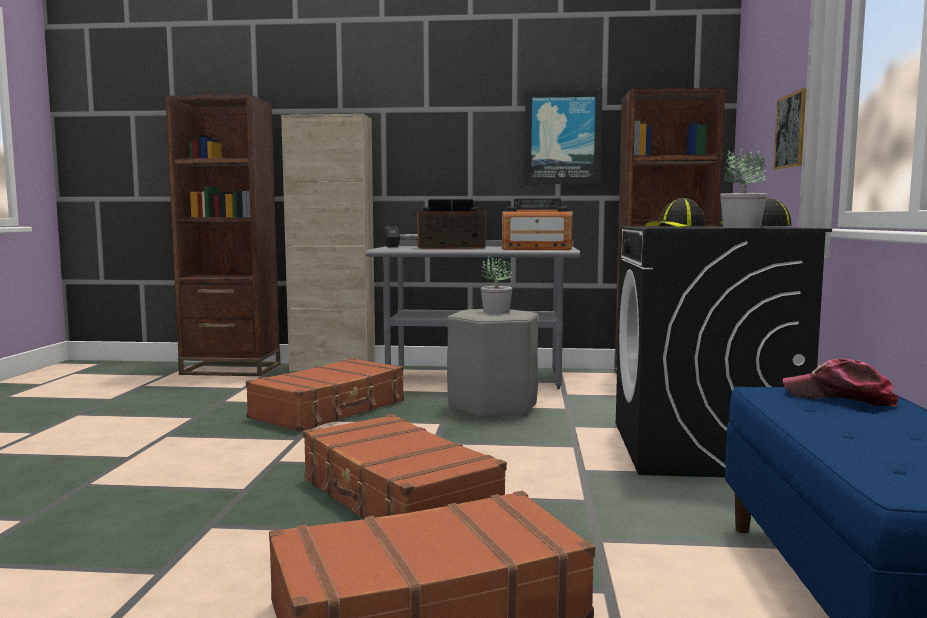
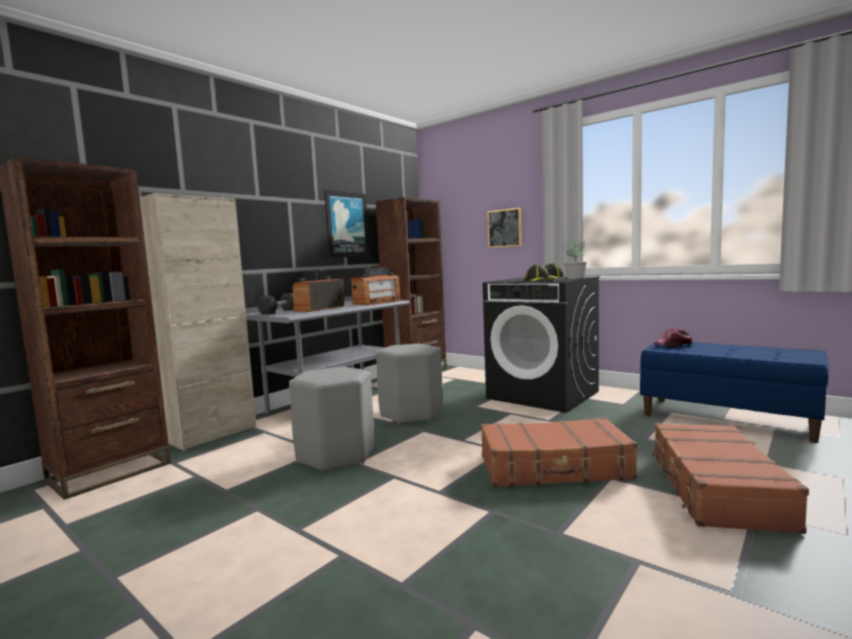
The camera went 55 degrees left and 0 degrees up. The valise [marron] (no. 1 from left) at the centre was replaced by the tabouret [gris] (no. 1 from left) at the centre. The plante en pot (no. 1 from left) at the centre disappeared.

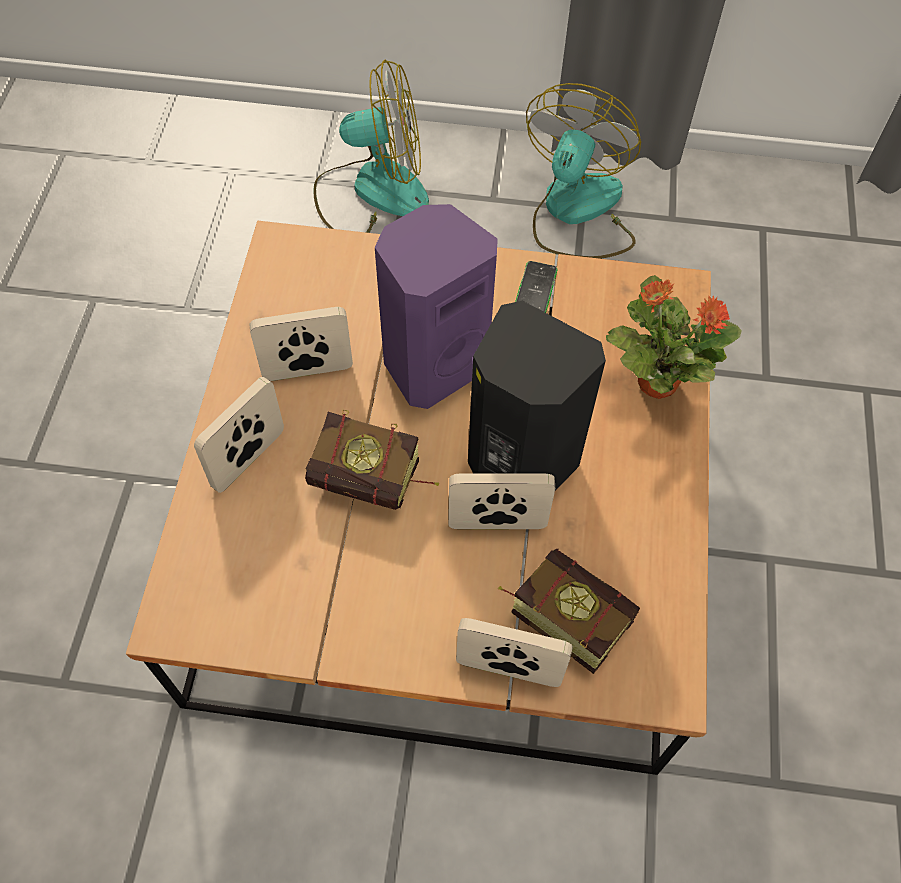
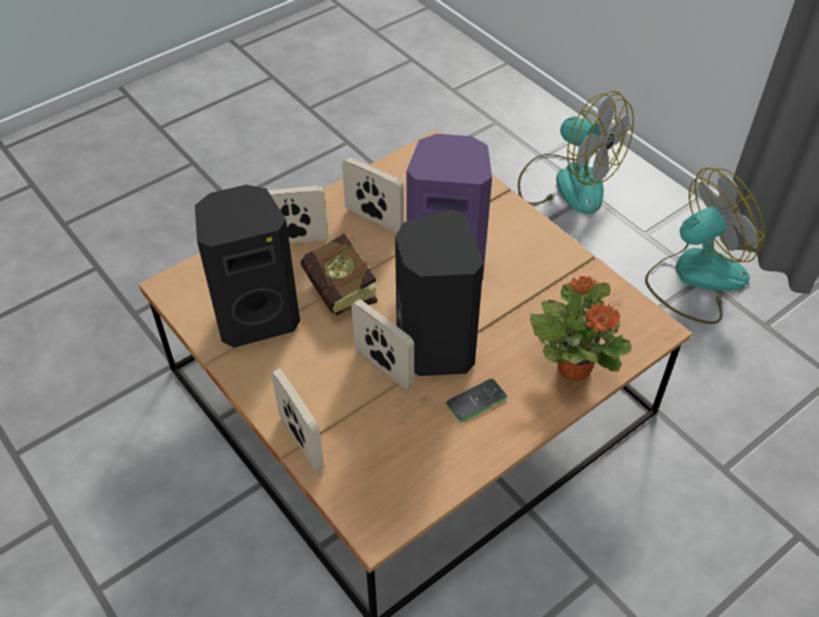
The camera went 45 degrees right and 10 degrees down. The livre (no. 2 from left) at the bottom centre disappeared. The téléphone moved from the top centre to the centre. The enceinte [noir] (no. 1 from left) at the middle left appeared.

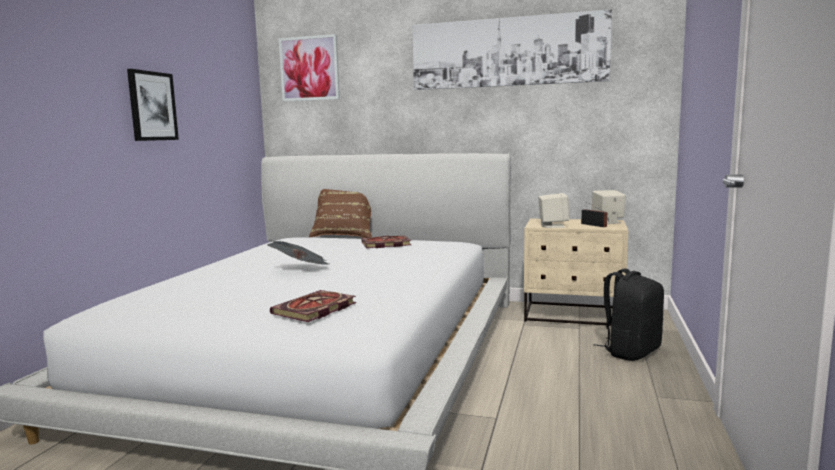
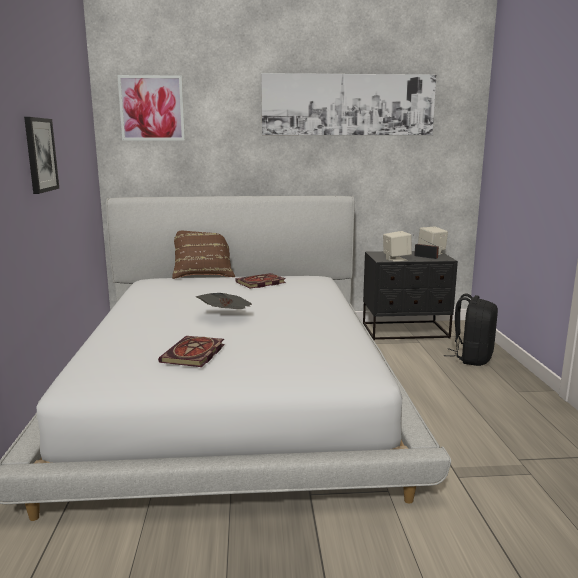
The camera went 20 degrees left and 5 degrees up. The livre (no. 1 from left) moved from the centre to the middle left. The table de chevet [beige] at the middle right became the table de chevet [noir] at the middle right.

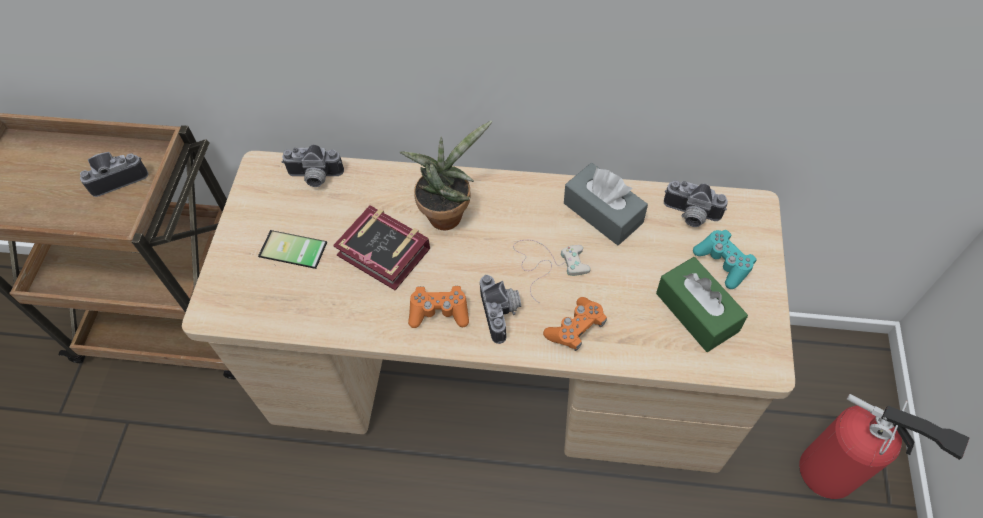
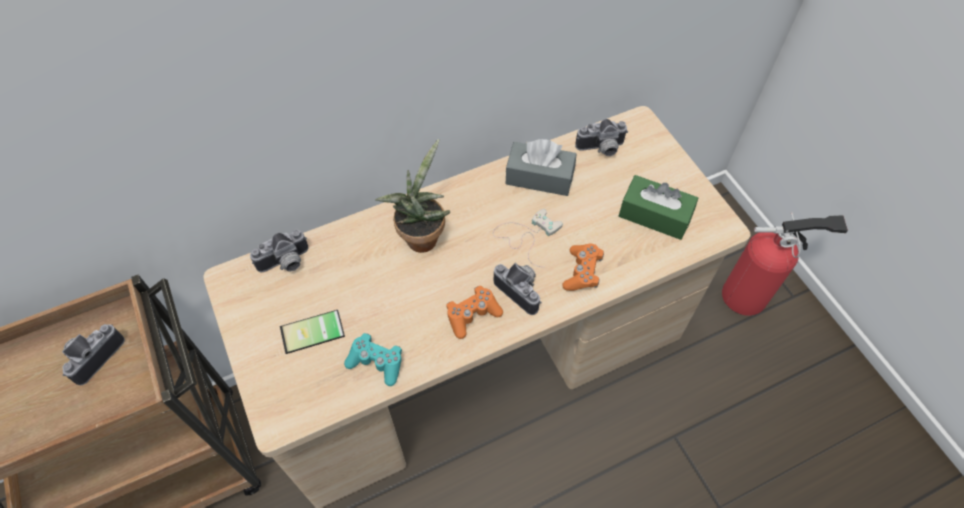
The camera went 35 degrees left and 0 degrees up. The livre at the centre disappeared. The manette [turquoise] moved from the middle right to the bottom centre.

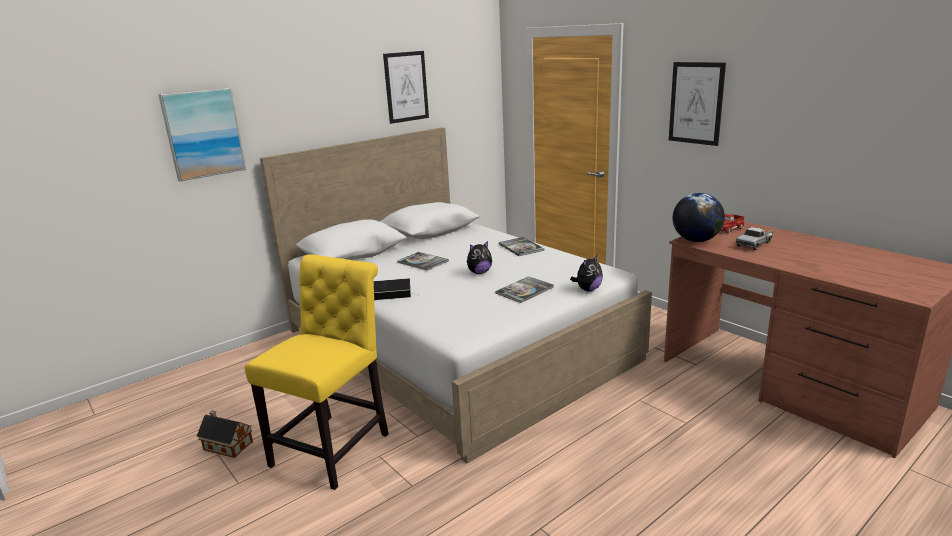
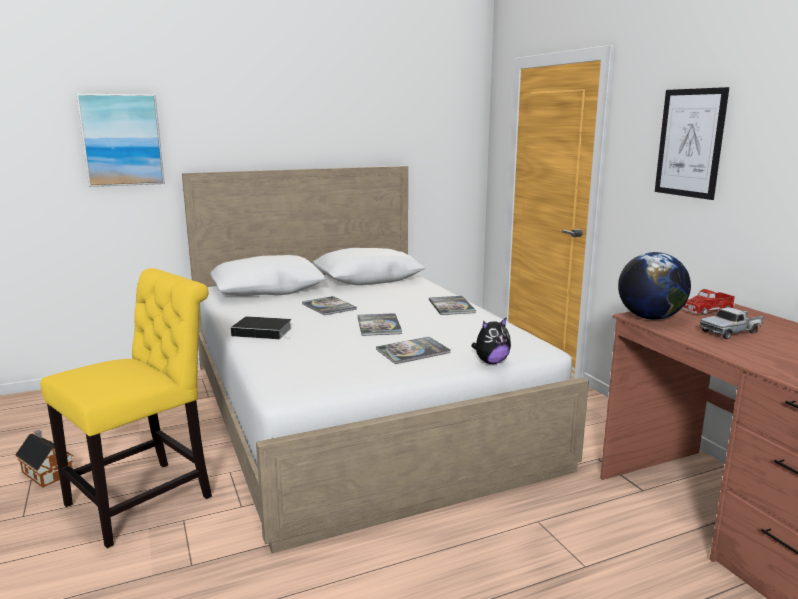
The camera went 15 degrees right and 5 degrees down. The tableau (no. 2 from left) at the top centre disappeared. The peluche (no. 1 from left) at the centre was replaced by the livre (no. 3 from left) at the centre.

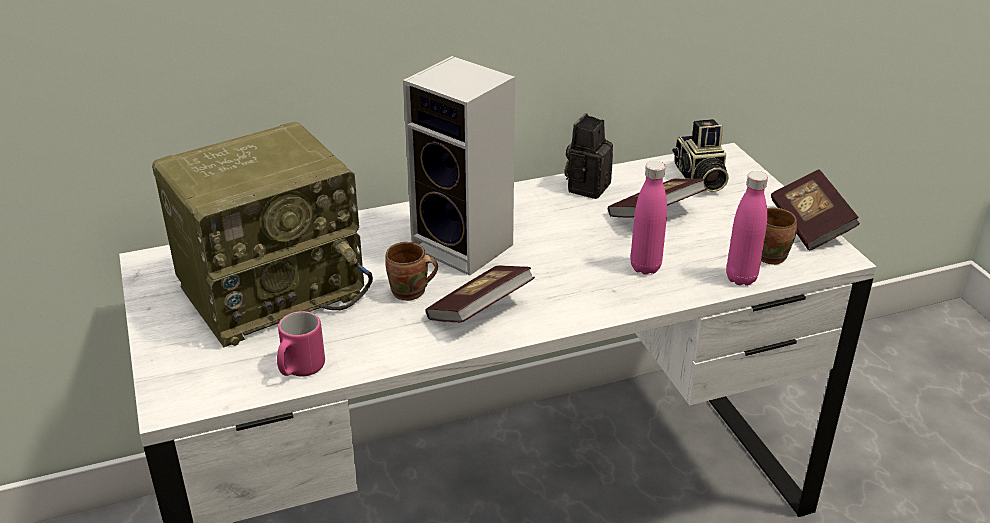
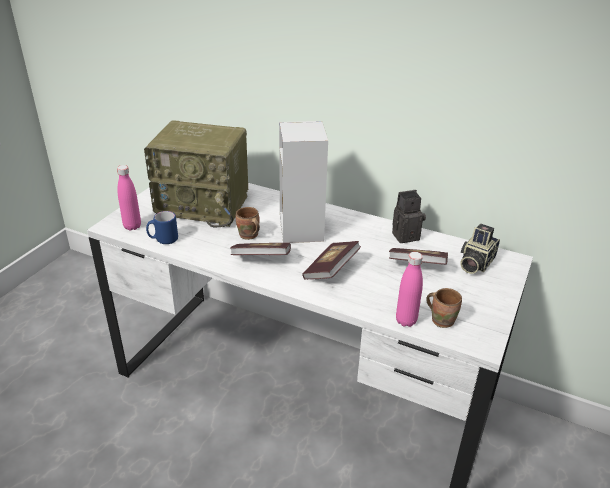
The camera went 45 degrees right and 0 degrees up. The mug [rose] at the middle left became the mug [bleu] at the middle left. The bouteille [rose] (no. 1 from left) moved from the centre to the middle left. The livre (no. 3 from left in the first image) moved from the middle right to the centre.

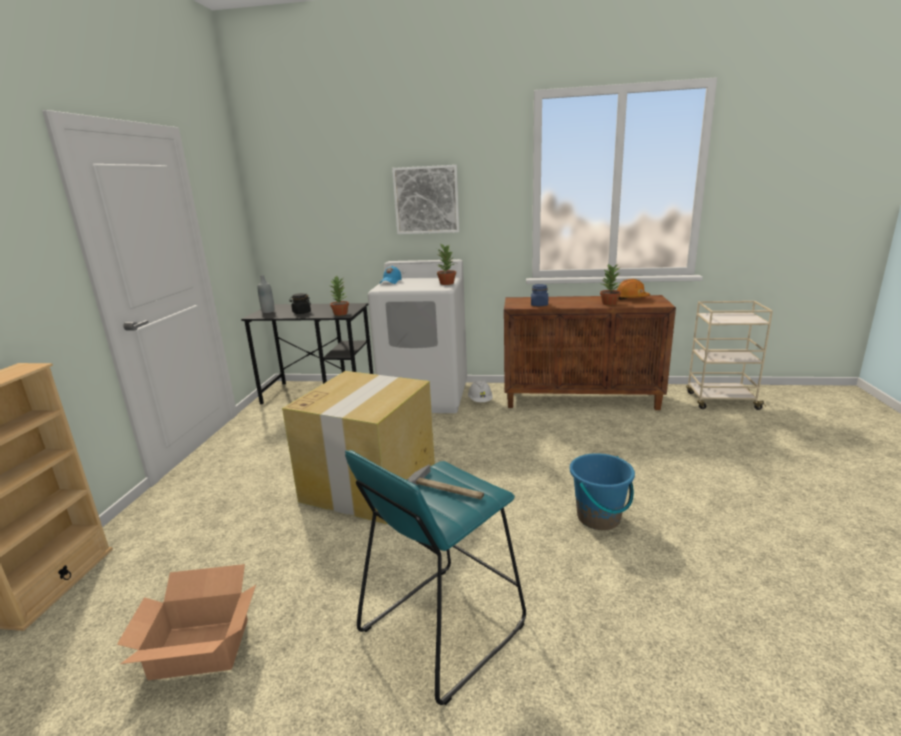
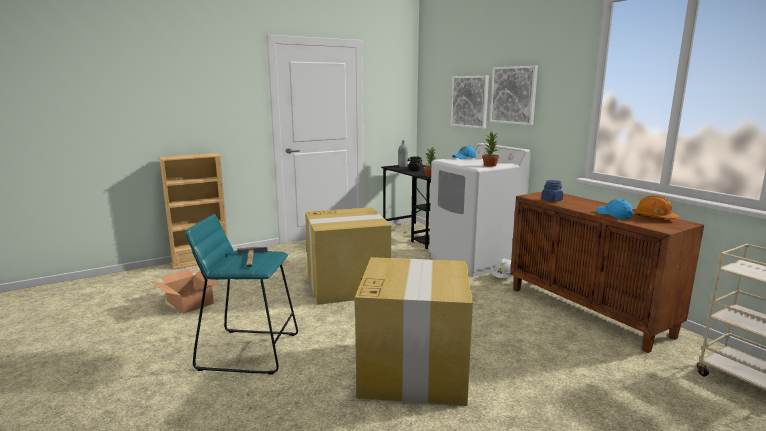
The camera went 50 degrees right and 5 degrees down. The seau [bleu] at the bottom right was replaced by the carton (no. 3 from left) at the bottom centre. The plante en pot (no. 3 from left) at the middle right was replaced by the casquette [bleu] (no. 2 from left) at the middle right. The tableau (no. 1 from left) at the top centre appeared.

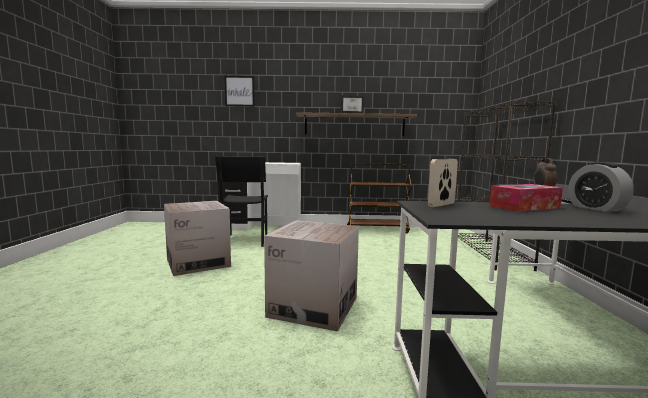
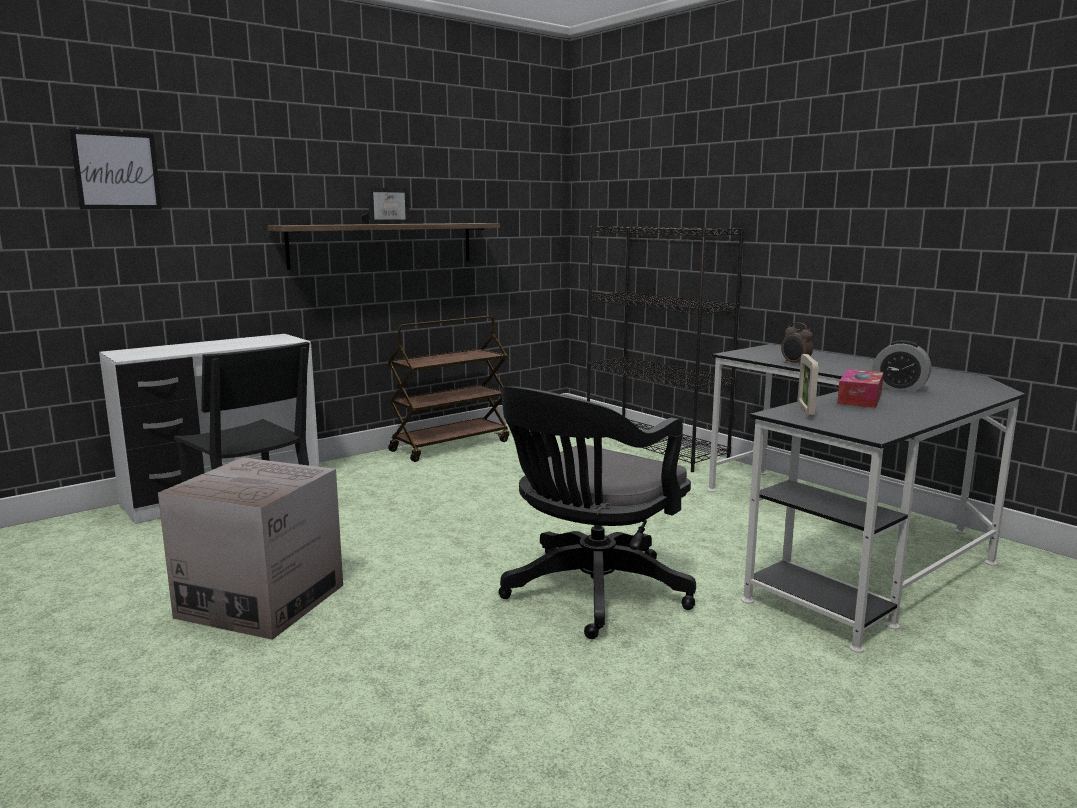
The camera went 40 degrees left and 5 degrees up. The carton (no. 2 from left) at the bottom centre was replaced by the chaise de bureau [noir] at the centre.

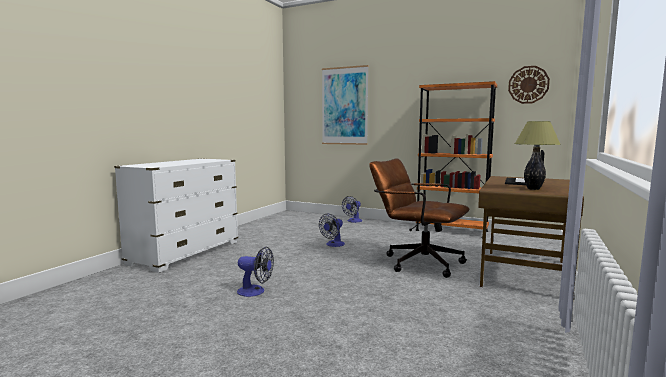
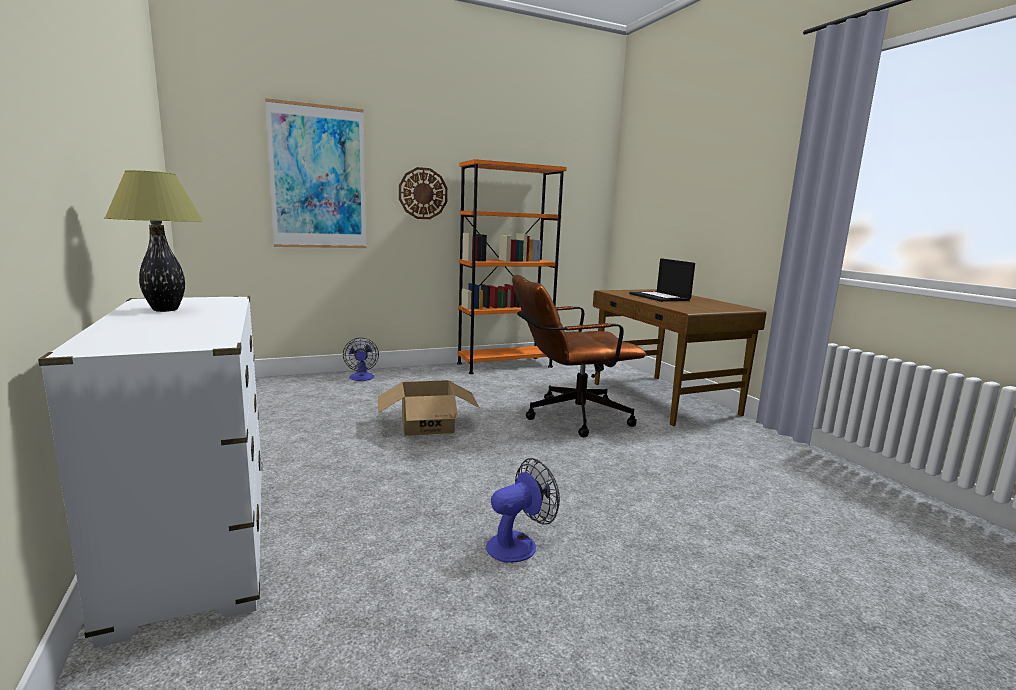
The camera went 50 degrees left and 5 degrees up. The ventilateur (no. 2 from left) at the centre was replaced by the carton at the centre. The horloge murale moved from the top right to the top centre. The lampe de table moved from the middle right to the middle left.

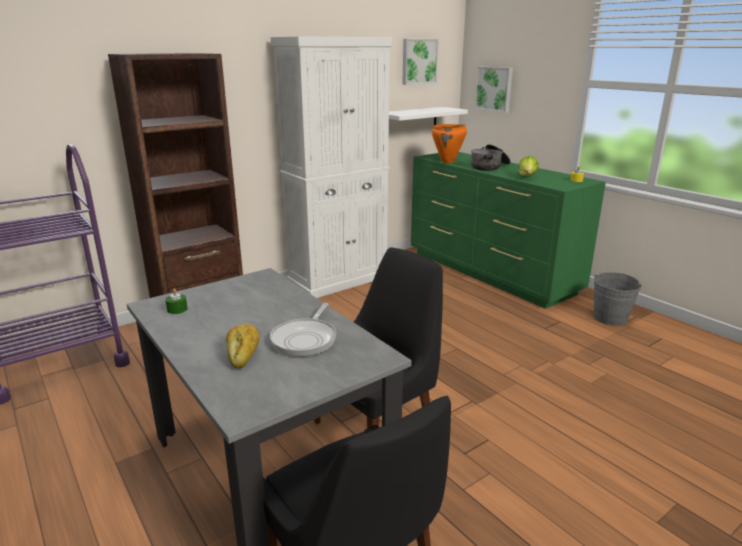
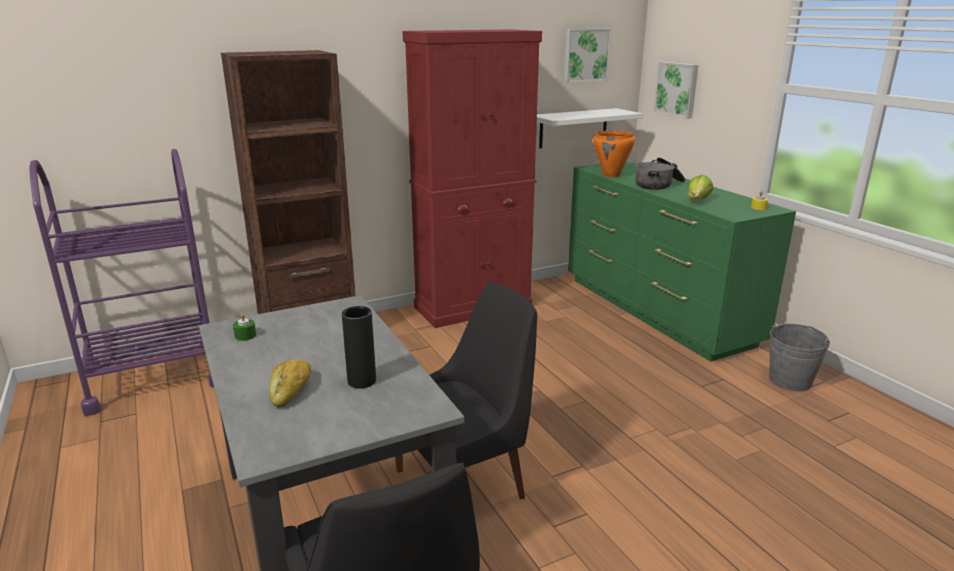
The camera went 10 degrees right and 0 degrees up. The poêle at the centre was replaced by the vase [noir] at the centre. The meuble de rangement [blanc] at the top centre became the meuble de rangement [rouge] at the top centre.

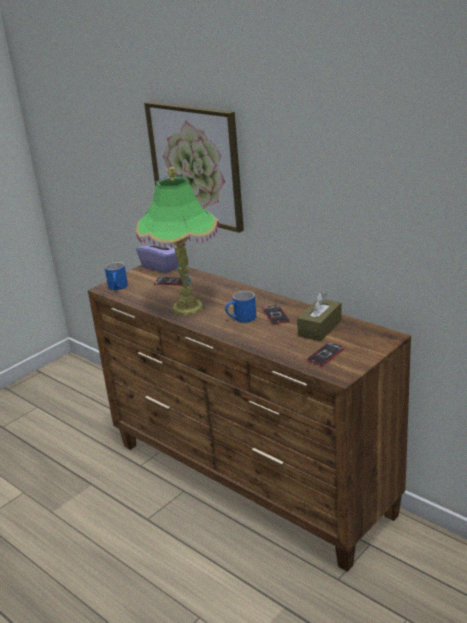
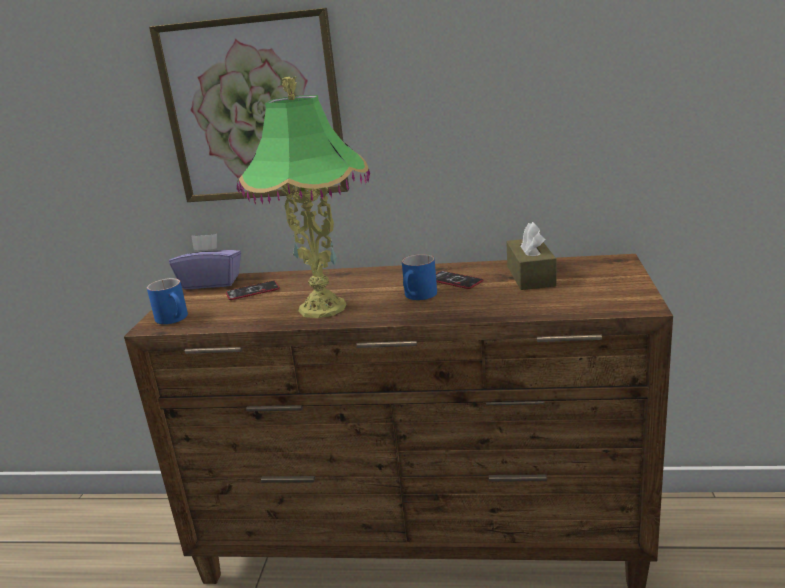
The camera went 35 degrees left and 5 degrees down. The téléphone (no. 3 from left) at the middle right disappeared.

